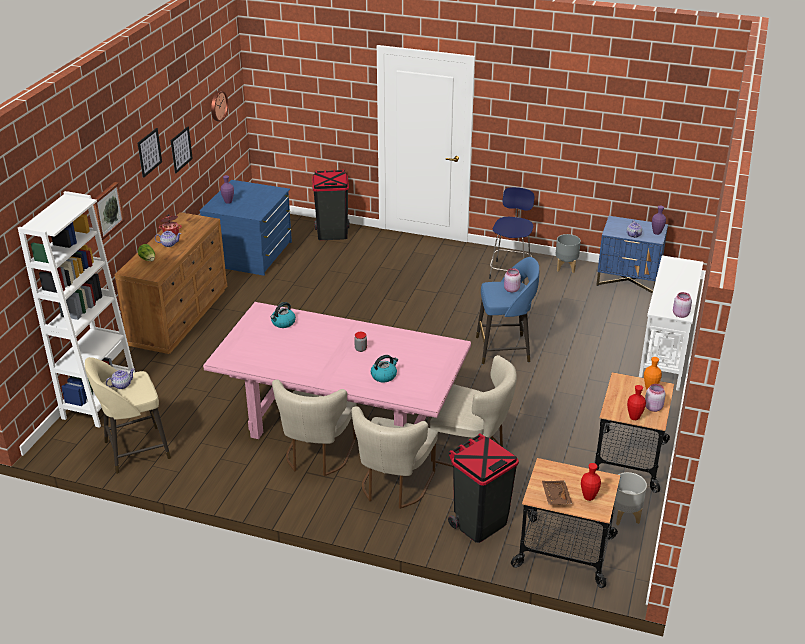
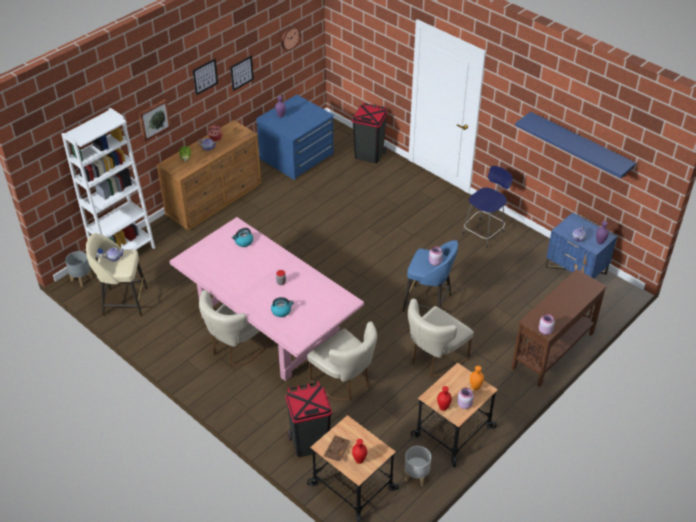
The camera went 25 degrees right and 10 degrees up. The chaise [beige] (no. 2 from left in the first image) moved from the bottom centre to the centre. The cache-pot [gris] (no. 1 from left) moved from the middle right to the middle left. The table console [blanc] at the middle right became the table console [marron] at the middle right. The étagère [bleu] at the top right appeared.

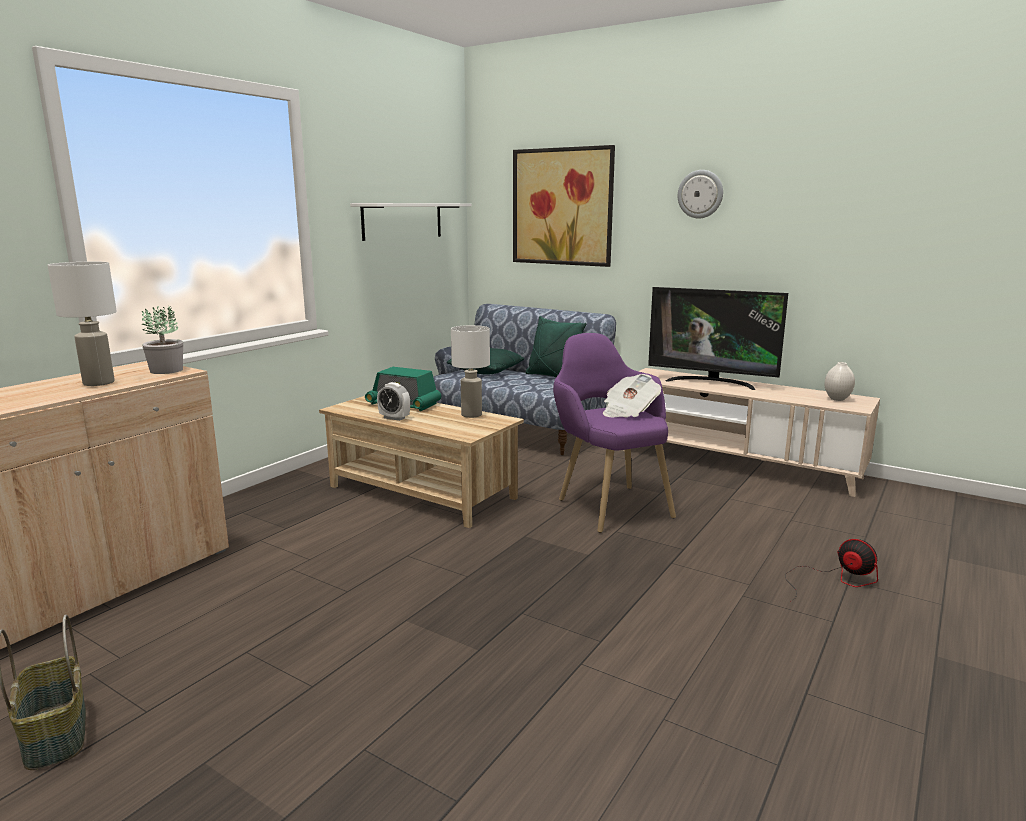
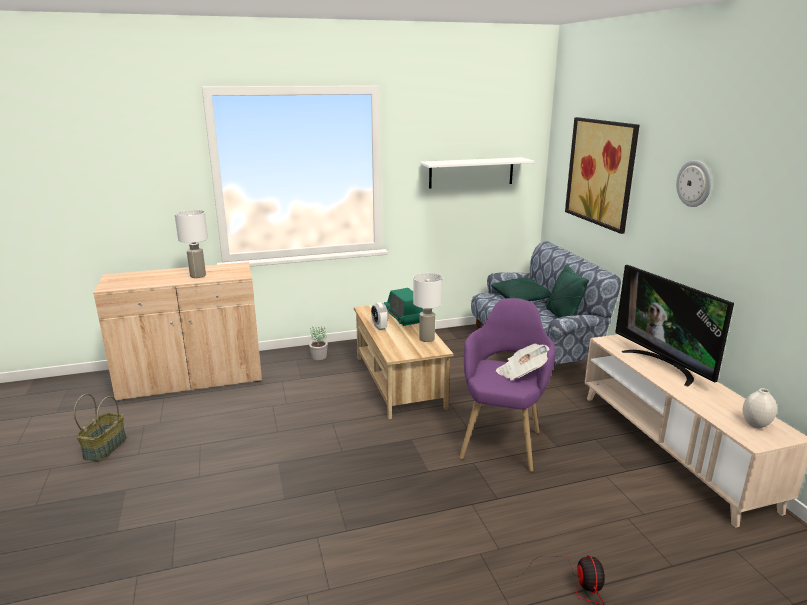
The camera went 40 degrees right and 5 degrees up. The plante en pot moved from the middle left to the centre.

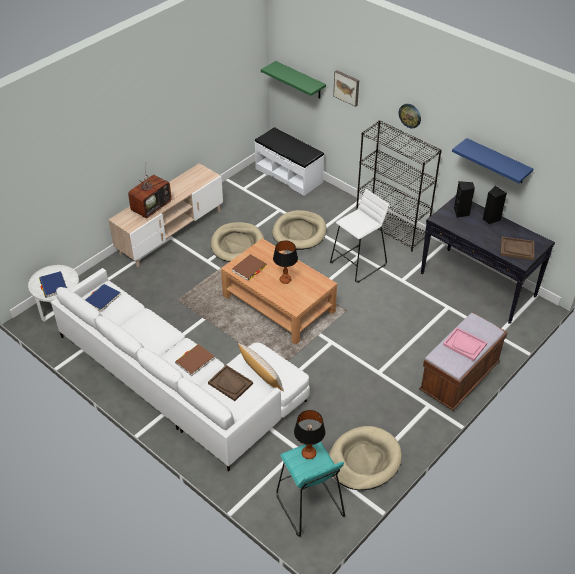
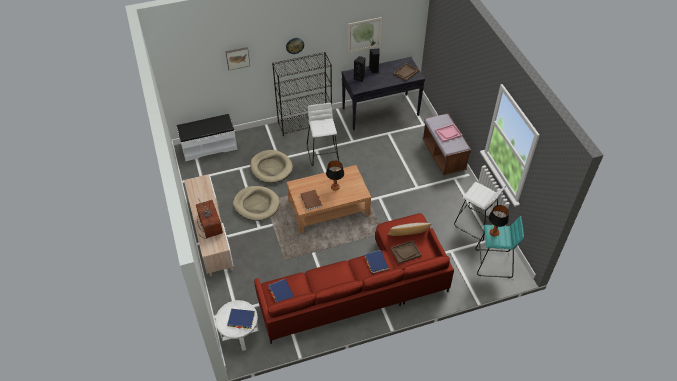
The camera went 60 degrees left and 5 degrees up. The canapé [blanc] at the middle left became the canapé [rouge] at the bottom centre. The livre [marron] (no. 1 from left) at the centre became the livre [bleu] (no. 3 from left) at the bottom centre. The étagère [vert] at the top centre disappeared. The panier pour chien [beige] (no. 3 from left) at the bottom centre was replaced by the tabouret [blanc] (no. 2 from left) at the middle right. The étagère [bleu] at the top right was replaced by the tableau (no. 2 from left) at the top centre.

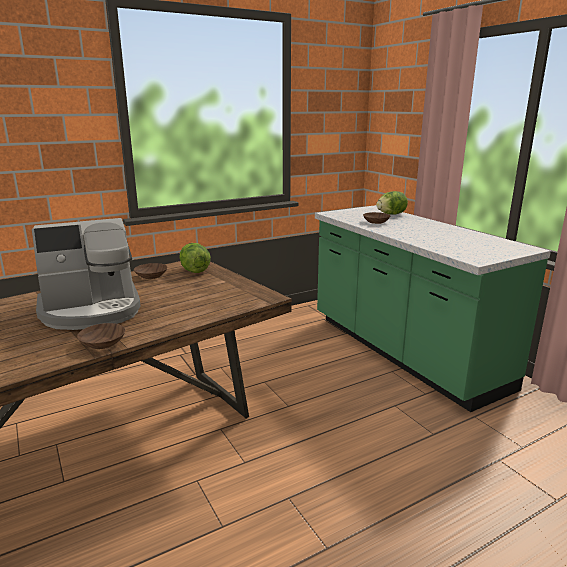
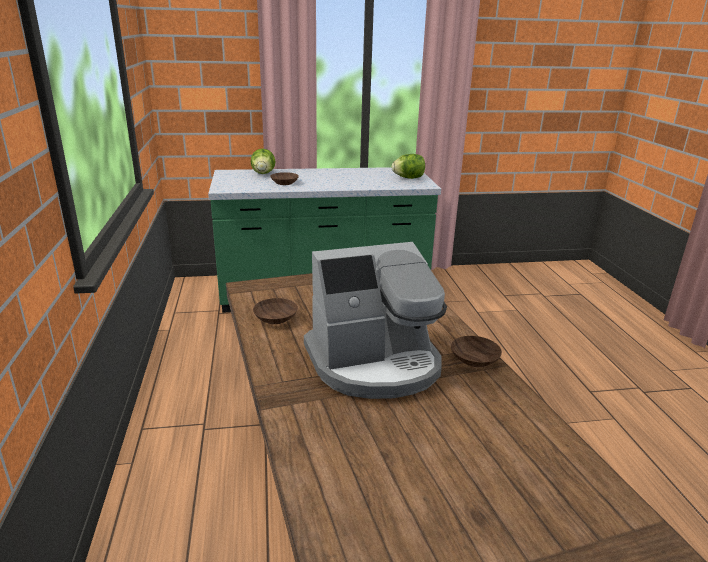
The camera went 70 degrees left and 5 degrees up. The machine à café at the middle left turned 75 degrees clockwise. The laitue (no. 1 from left in the first image) moved from the centre to the top centre.

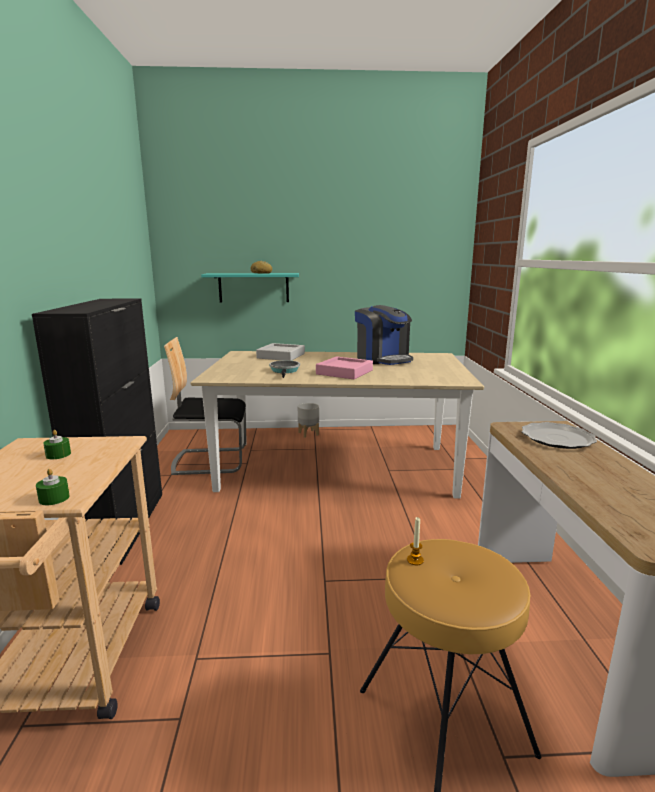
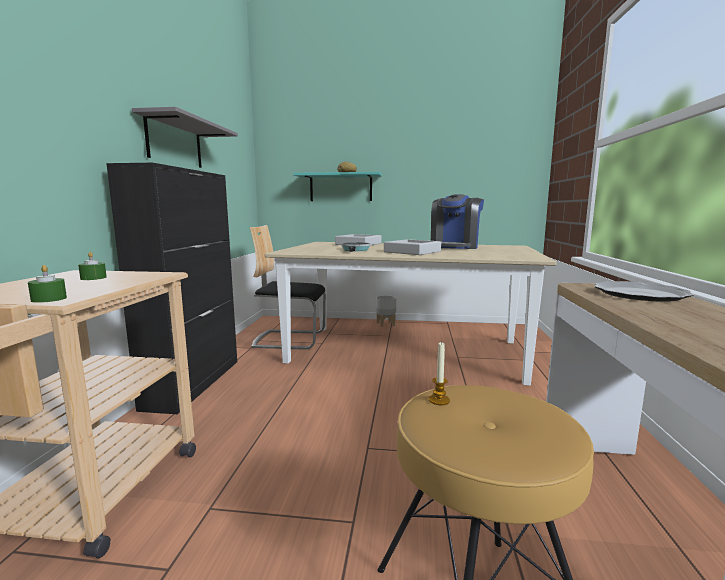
The camera went 10 degrees right and 5 degrees down. The plateau [rose] at the centre became the plateau [gris] (no. 2 from left) at the centre. The machine à café at the centre turned 45 degrees clockwise. The étagère [gris] at the top left appeared.

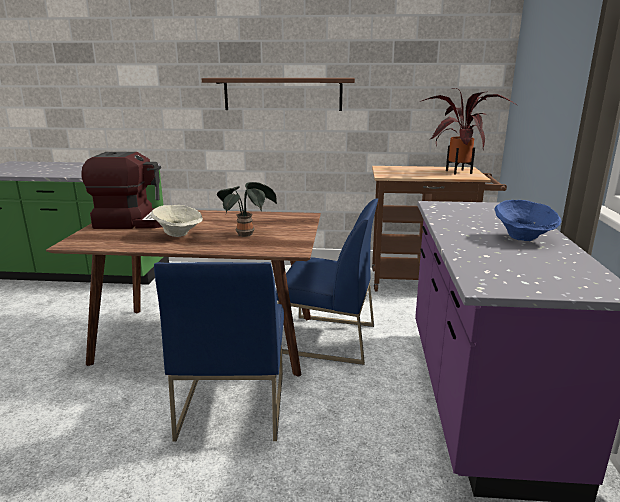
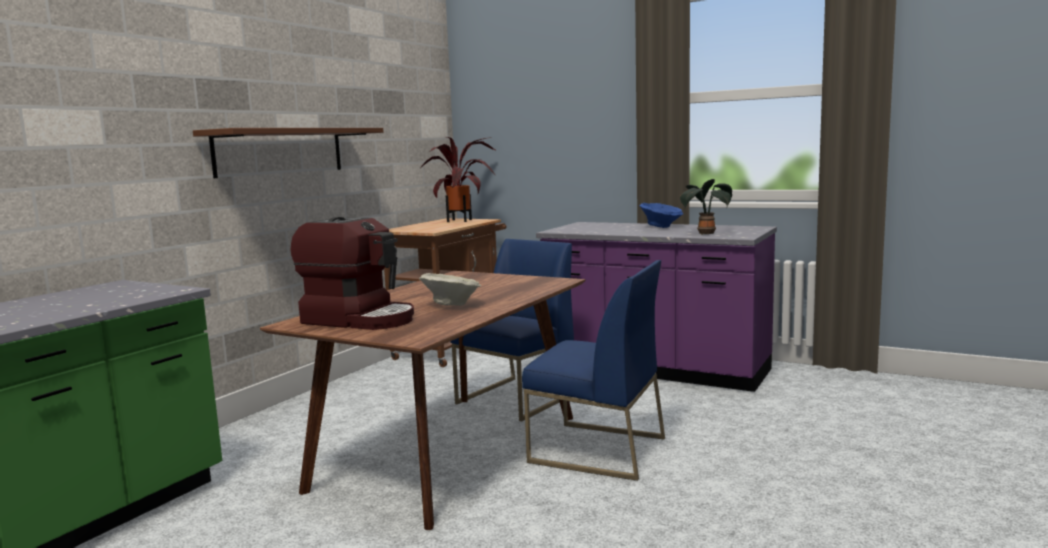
The camera went 65 degrees left and 10 degrees down. The machine à café at the middle left turned 90 degrees clockwise. The plante en pot (no. 1 from left in the first image) moved from the centre to the middle right.

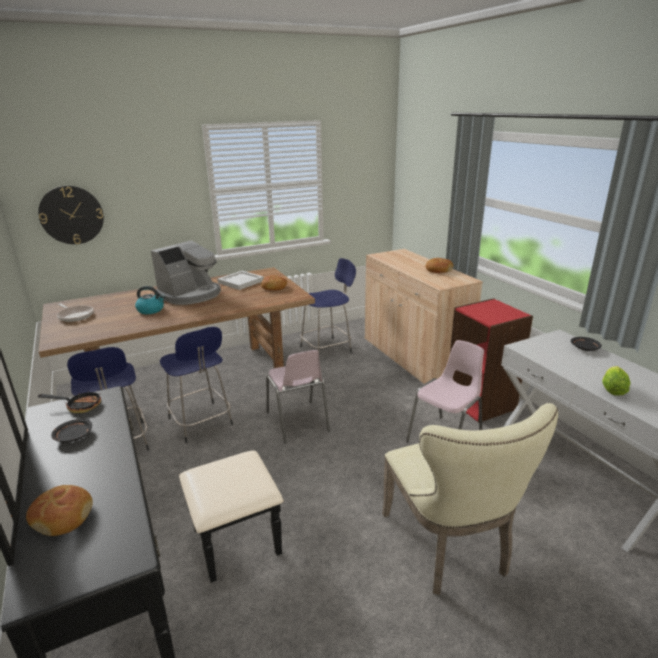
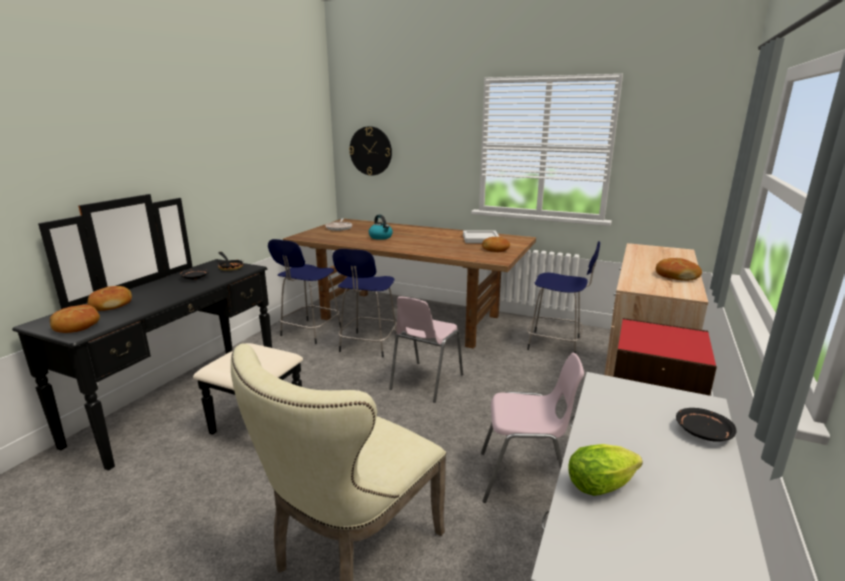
The camera went 50 degrees right and 5 degrees down. The machine à café at the middle left disappeared. The pain (no. 1 from left) at the middle left appeared.

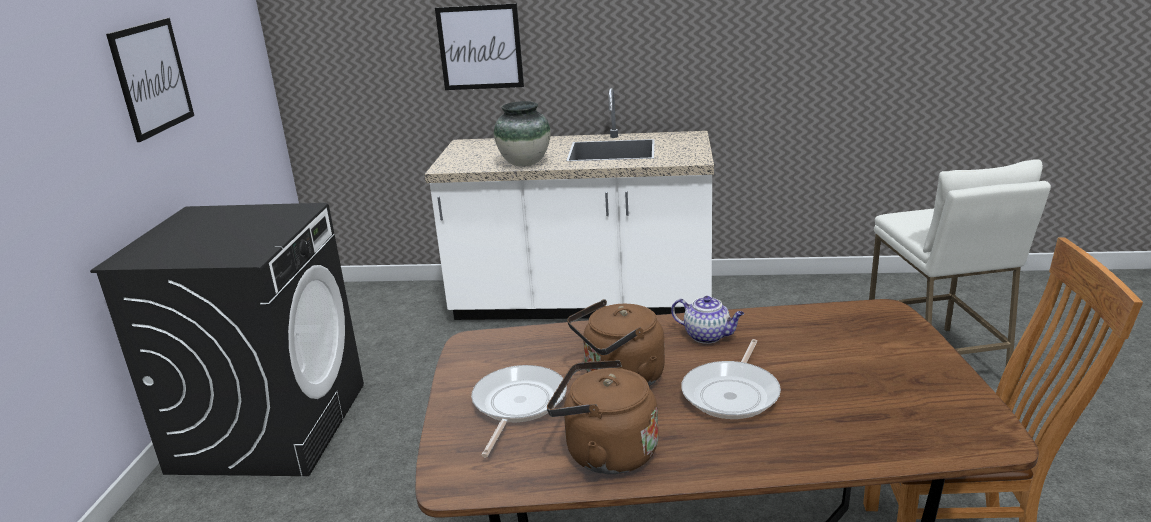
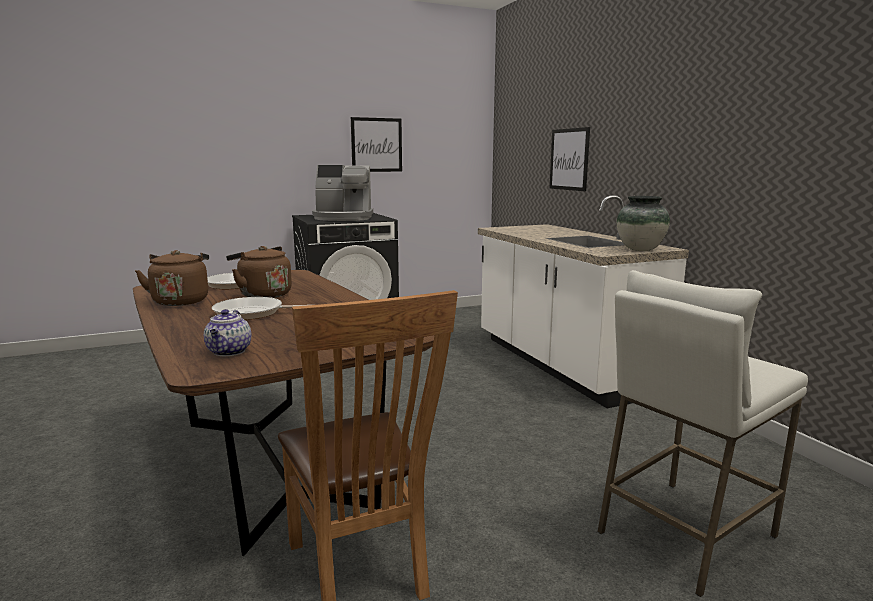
The camera went 60 degrees right and 10 degrees down. The vase moved from the top centre to the middle right. The théière moved from the centre to the middle left. The machine à café at the top centre appeared.

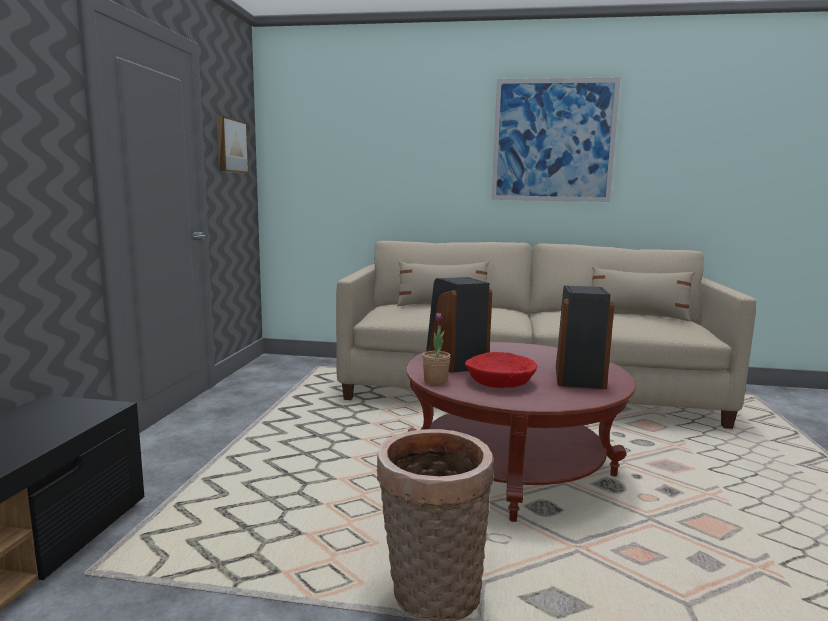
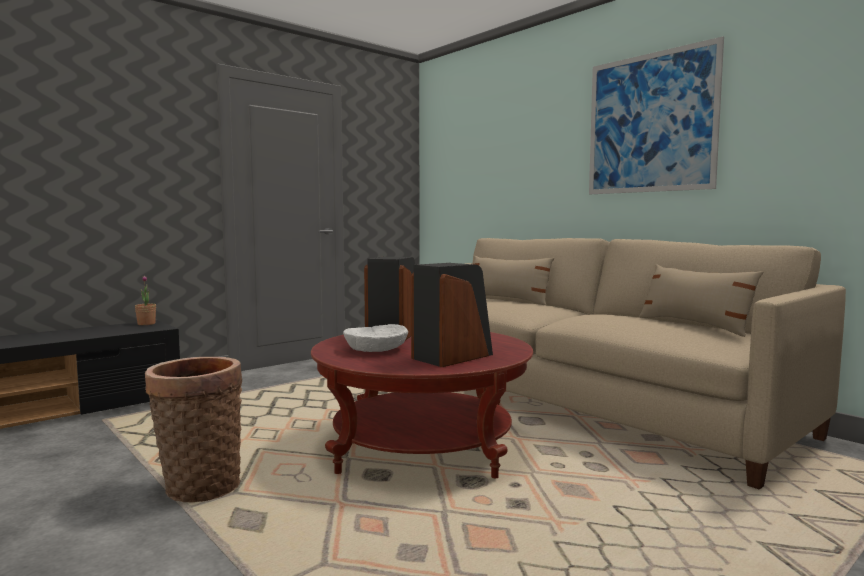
The camera went 40 degrees right and 5 degrees down. The tableau (no. 1 from left) at the top left disappeared. The plante en pot moved from the centre to the middle left. The bol [rouge] at the centre became the bol [blanc] at the centre.

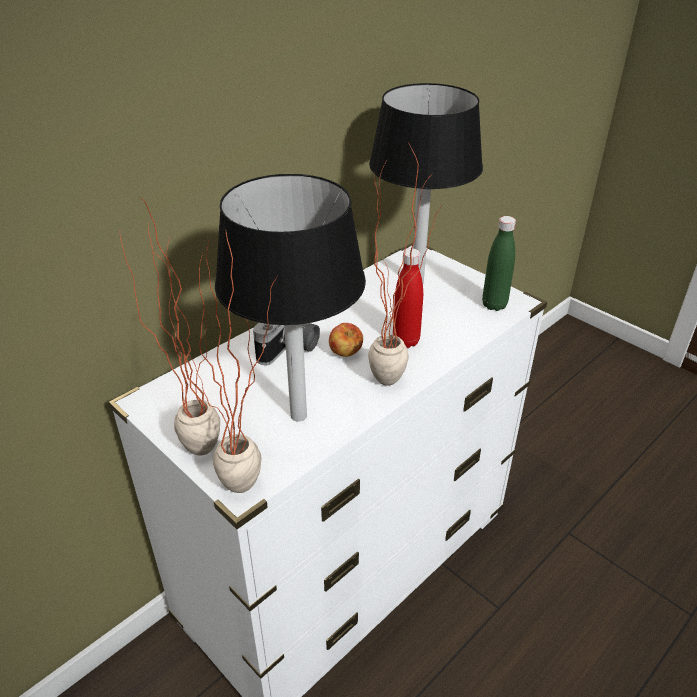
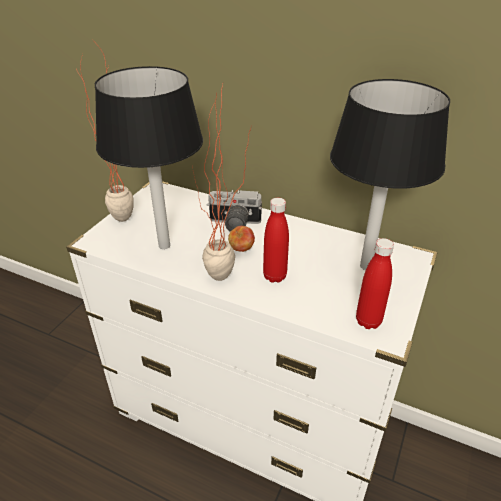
The camera went 70 degrees right and 0 degrees up. The plante en pot (no. 2 from left) at the centre disappeared. The bouteille [vert] at the middle right became the bouteille [rouge] (no. 2 from left) at the middle right.

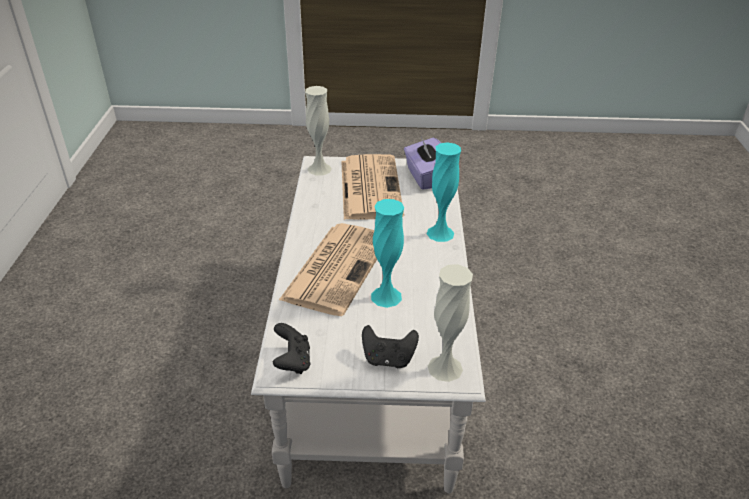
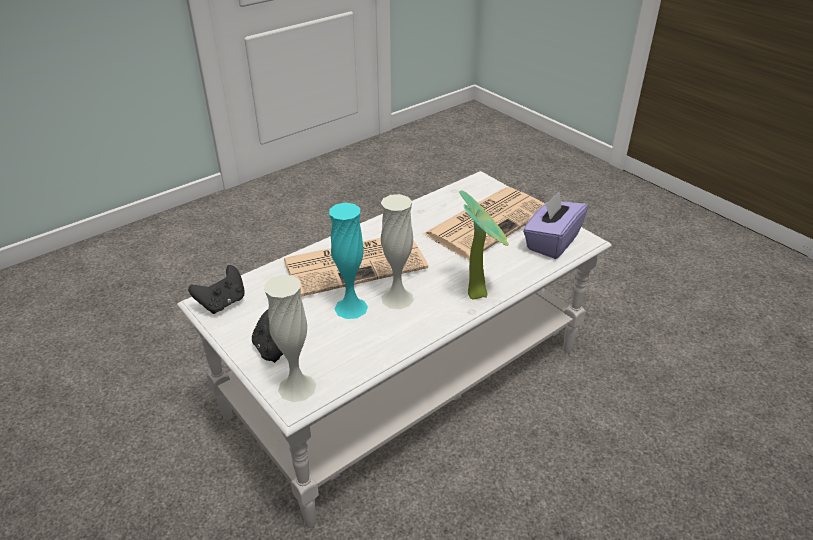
The camera went 50 degrees right and 0 degrees up. The vase [blanc] (no. 1 from left in the first image) moved from the top centre to the centre. The vase [turquoise] (no. 2 from left) at the centre was replaced by the plante en pot at the centre.

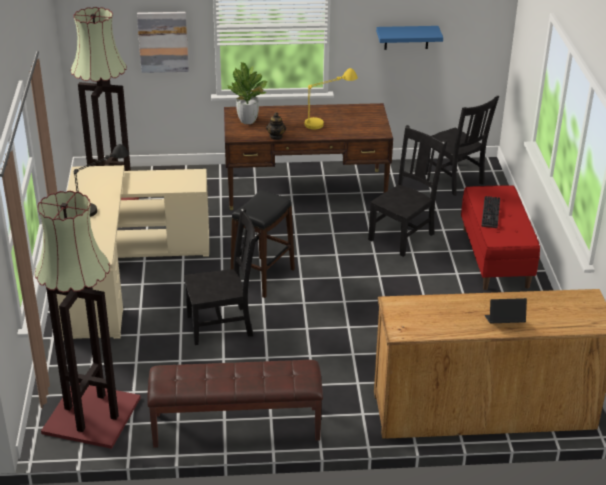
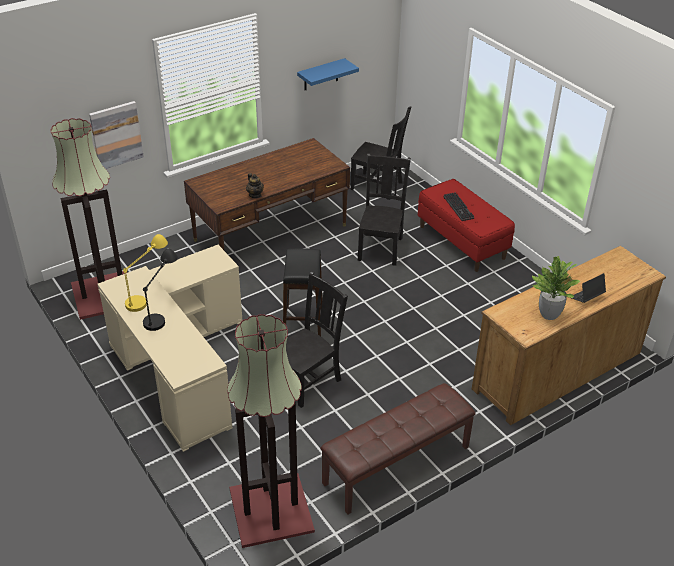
The camera went 30 degrees left and 5 degrees up. The plante en pot moved from the top centre to the middle right. The lampe de table [jaune] moved from the top centre to the middle left.

